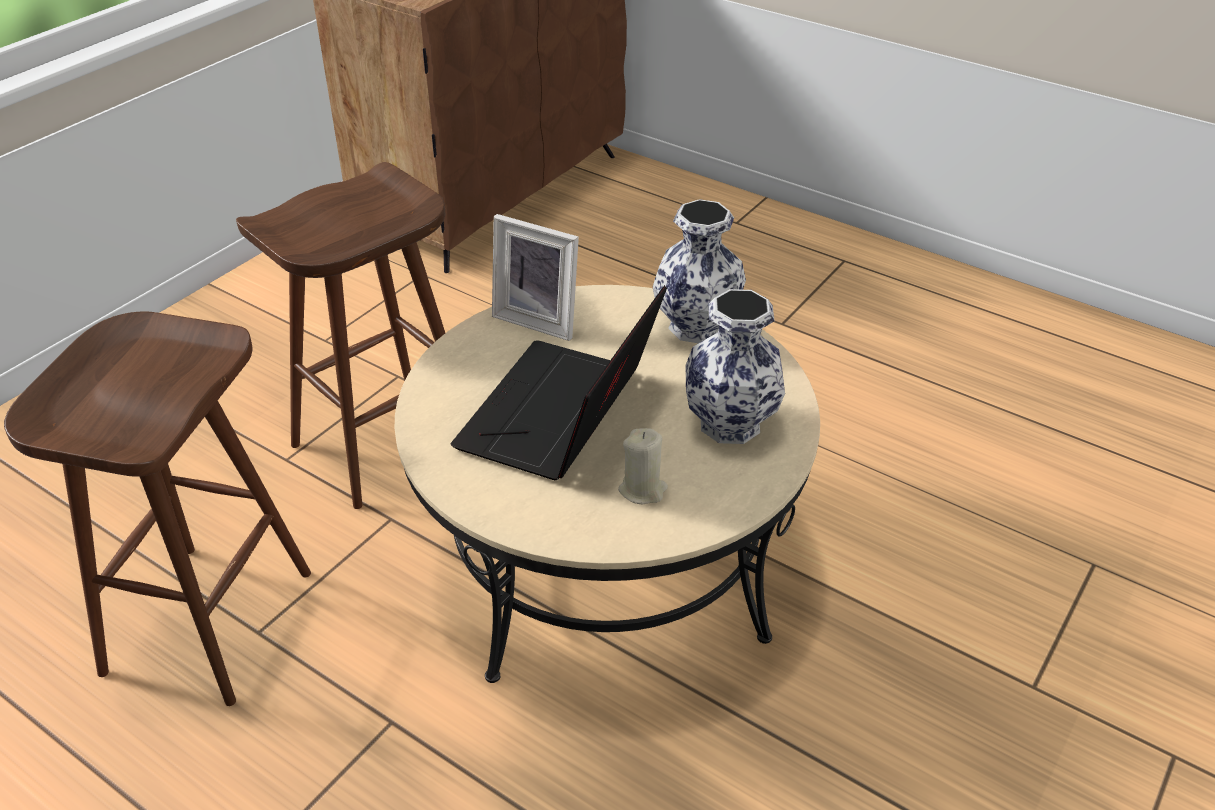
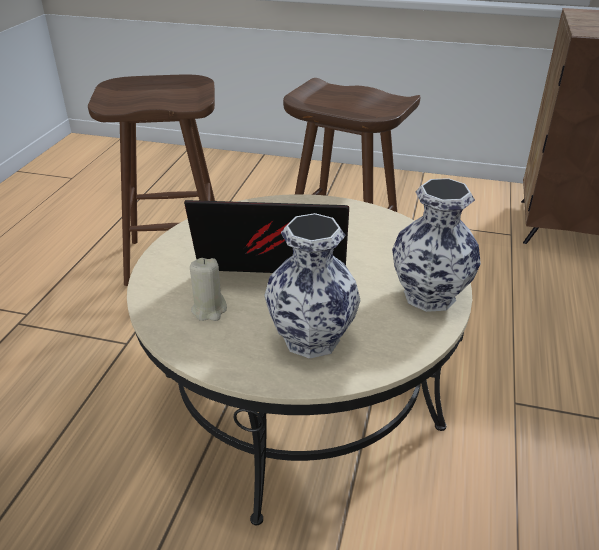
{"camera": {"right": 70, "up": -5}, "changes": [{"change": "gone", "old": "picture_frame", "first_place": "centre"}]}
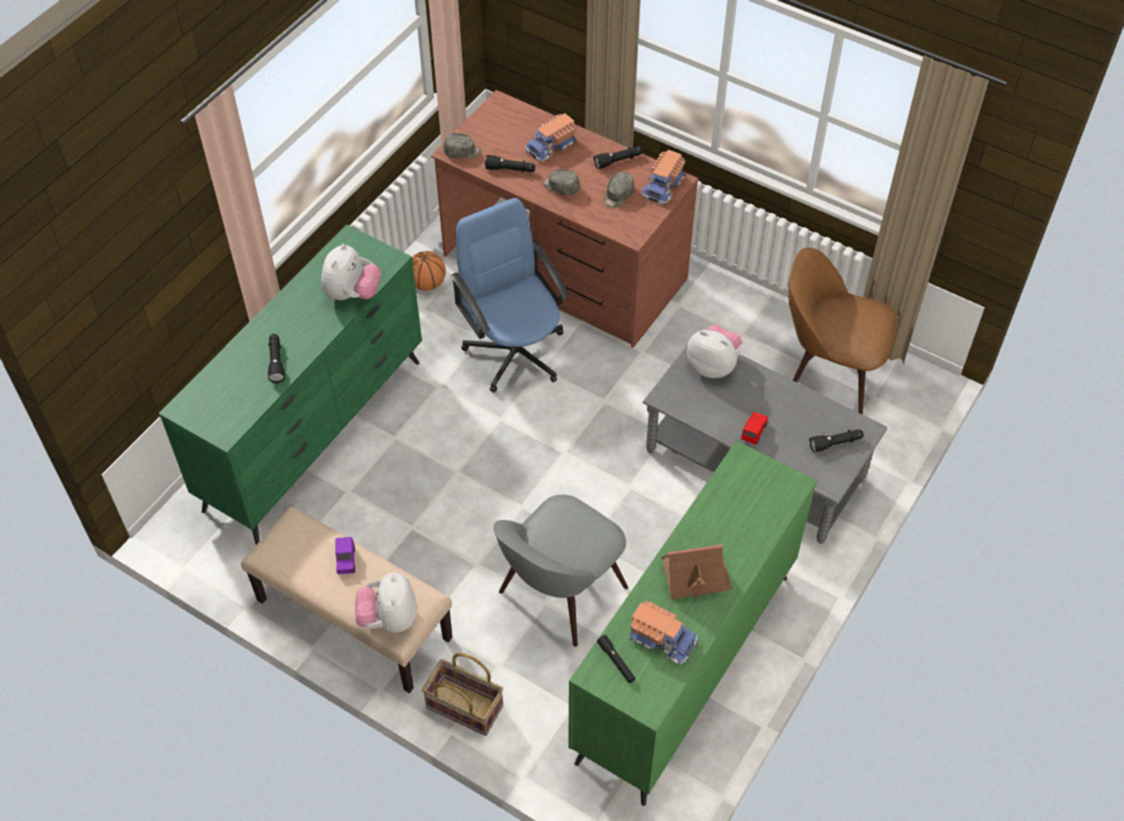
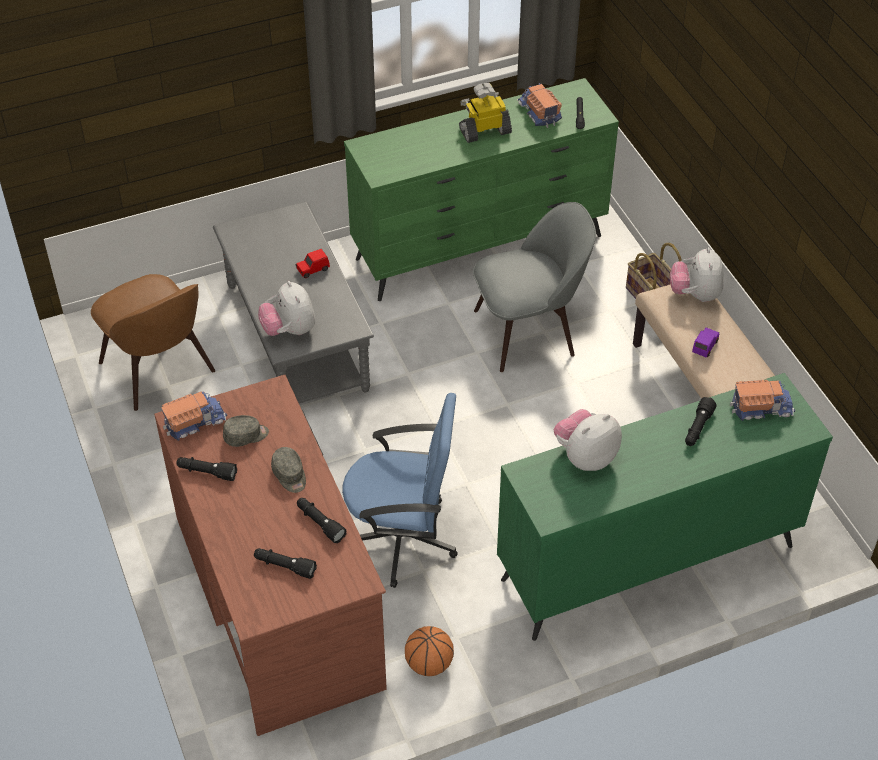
{"camera": {"right": -145, "up": -5}, "changes": [{"change": "shifted", "old": "toy_truck (no. 1 from left in the first image)", "new": "toy_truck (no. 3 from left)", "first_place": "top centre", "second_place": "middle right"}, {"change": "gone", "old": "grey_cap (no. 1 from left)", "first_place": "top centre"}, {"change": "rotated", "old": "blue_office_chair", "first_place": "centre", "second_place": "centre", "degrees": -90}, {"change": "shifted", "old": "black_flashlight (no. 5 from left in the first image)", "new": "black_flashlight (no. 2 from left)", "first_place": "middle right", "second_place": "bottom left"}, {"change": "swapped", "old": "toy_house", "new": "toy_robot", "first_place": "bottom centre", "second_place": "top centre"}, {"change": "rotated", "old": "plush_toy (no. 2 from left in the first image)", "first_place": "bottom centre", "second_place": "middle right", "degrees": 150}]}
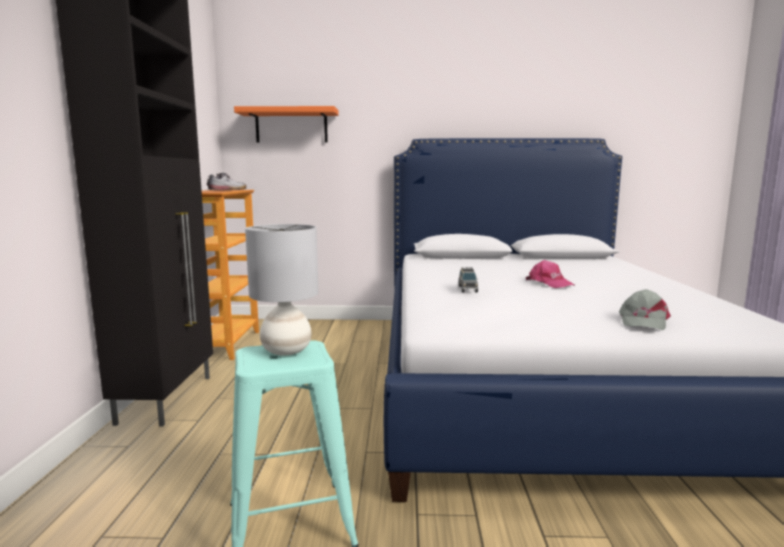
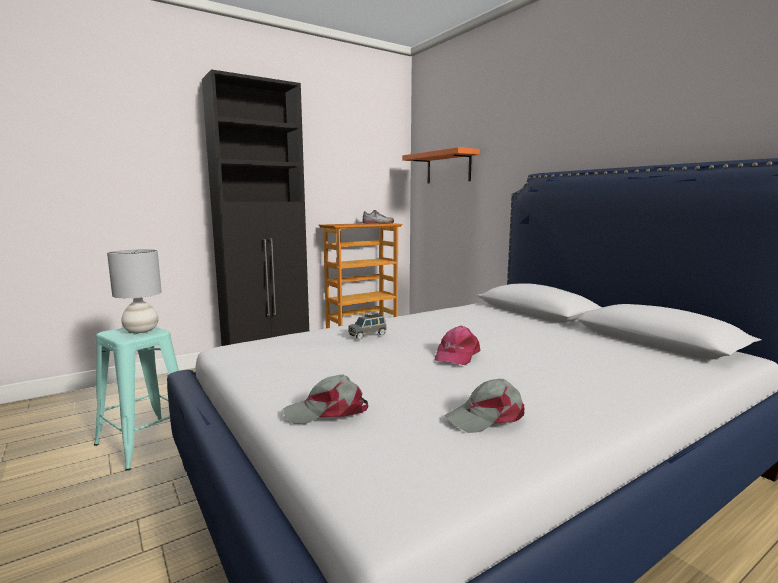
{"camera": {"right": 55, "up": 0}, "changes": [{"change": "new", "new": "grey_cap (no. 2 from left)", "second_place": "bottom centre"}]}
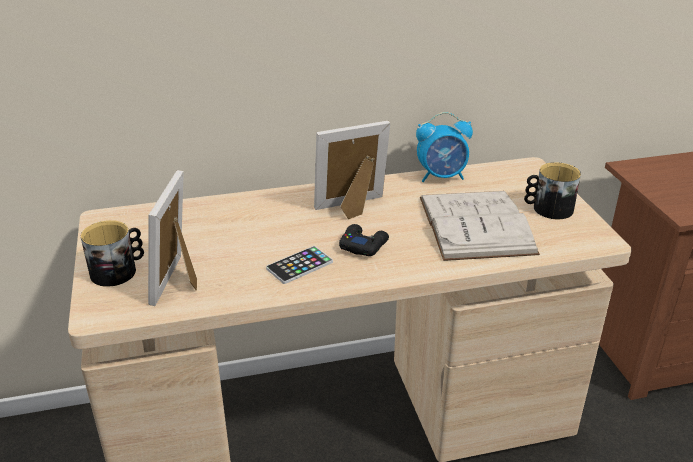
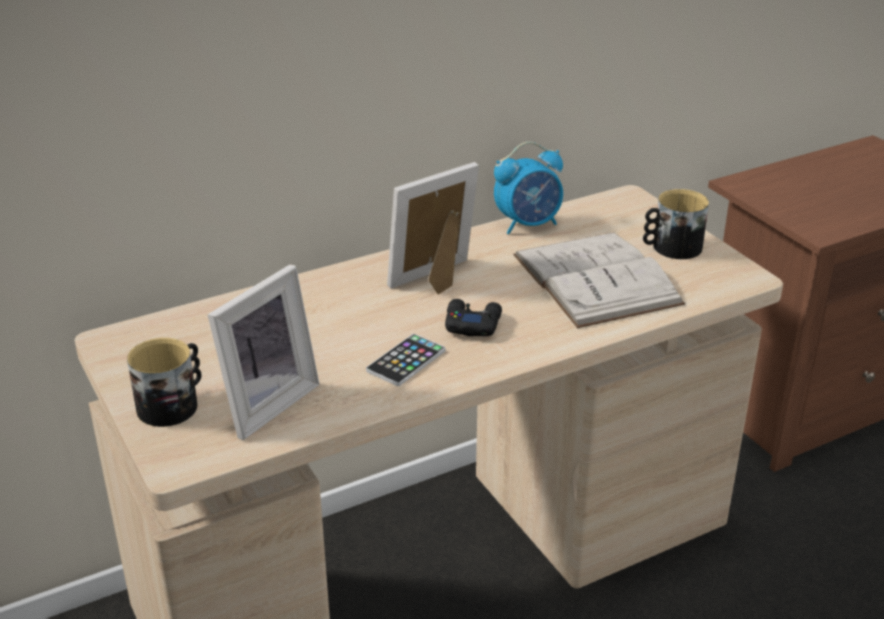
{"camera": {"right": -15, "up": 0}, "changes": [{"change": "rotated", "old": "picture_frame (no. 1 from left)", "first_place": "middle left", "second_place": "middle left", "degrees": -135}]}
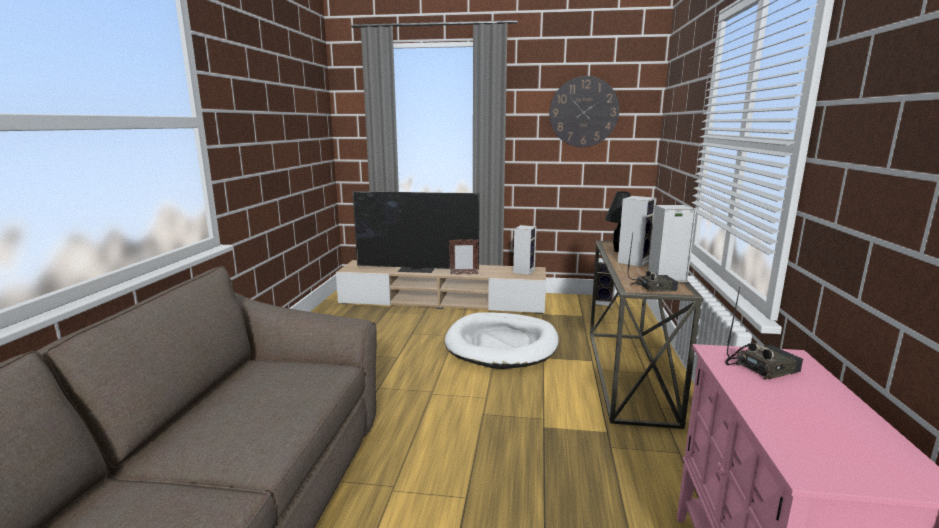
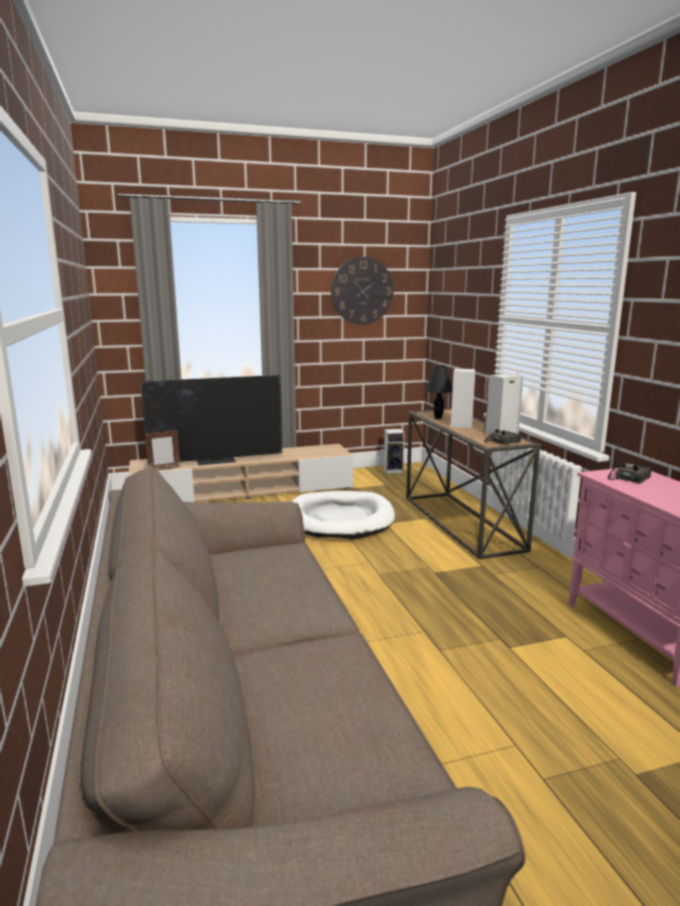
{"camera": {"right": -25, "up": 0}, "changes": [{"change": "gone", "old": "speaker (no. 1 from left)", "first_place": "centre"}, {"change": "shifted", "old": "picture_frame", "first_place": "centre", "second_place": "middle left"}]}
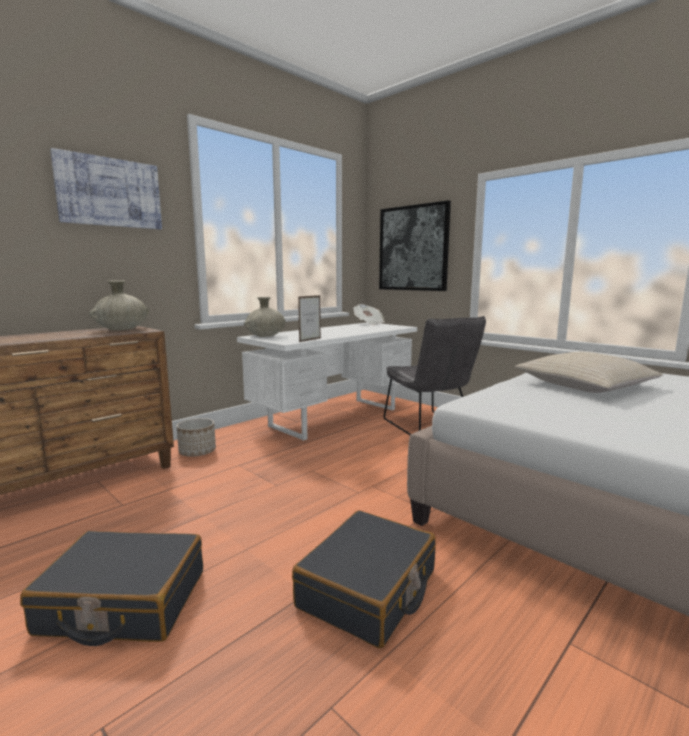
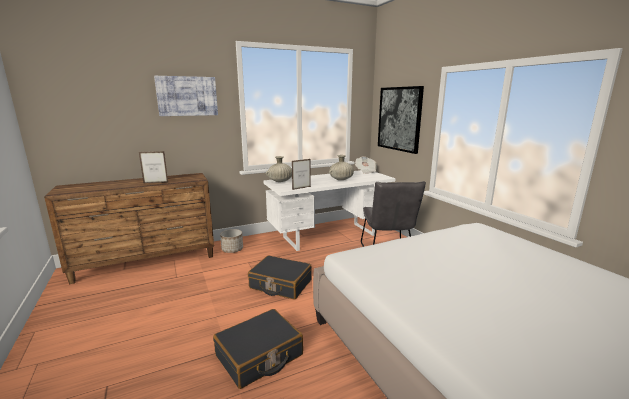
{"camera": {"right": 20, "up": 5}, "changes": [{"change": "shifted", "old": "beige_vase (no. 1 from left in the first image)", "new": "beige_vase (no. 2 from left)", "first_place": "middle left", "second_place": "centre"}, {"change": "gone", "old": "beige_pillow", "first_place": "middle right"}, {"change": "shifted", "old": "black_suitcase (no. 1 from left in the first image)", "new": "black_suitcase (no. 2 from left)", "first_place": "bottom left", "second_place": "bottom centre"}, {"change": "new", "new": "picture_frame (no. 1 from left)", "second_place": "middle left"}]}
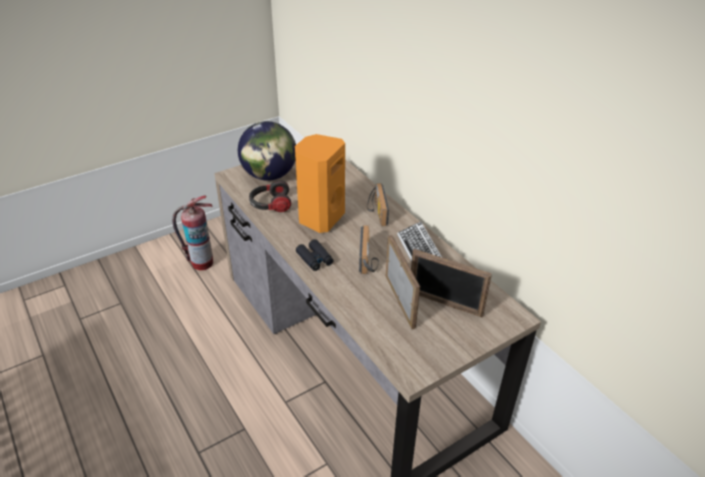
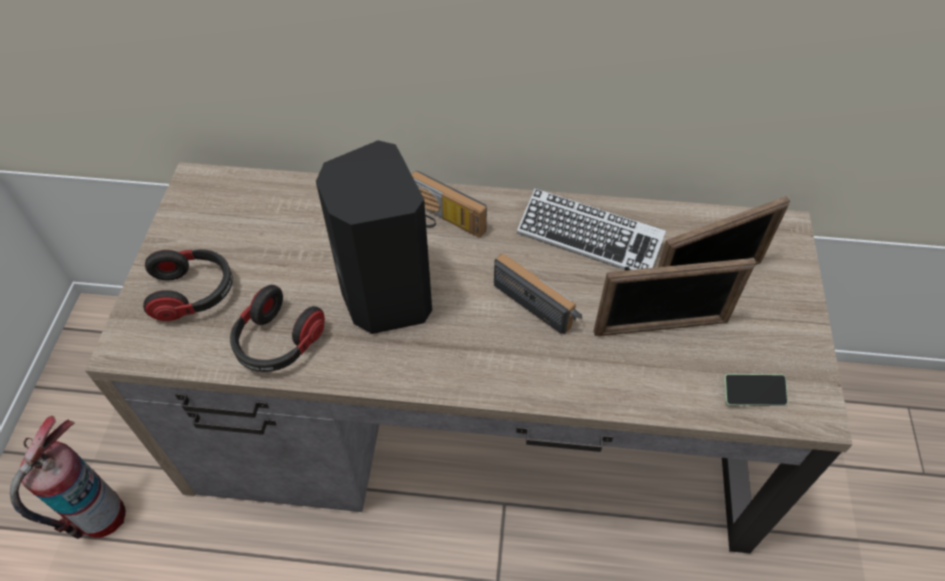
{"camera": {"right": -50, "up": 15}, "changes": [{"change": "swapped", "old": "globe", "new": "headphones (no. 1 from left)", "first_place": "top centre", "second_place": "middle left"}, {"change": "repainted", "old": "orange_speaker", "new": "black_speaker", "first_place": "centre", "second_place": "centre"}, {"change": "rotated", "old": "picture_frame (no. 1 from left)", "first_place": "centre", "second_place": "middle right", "degrees": 150}, {"change": "gone", "old": "black_binoculars", "first_place": "centre"}, {"change": "new", "new": "phone", "second_place": "bottom right"}]}
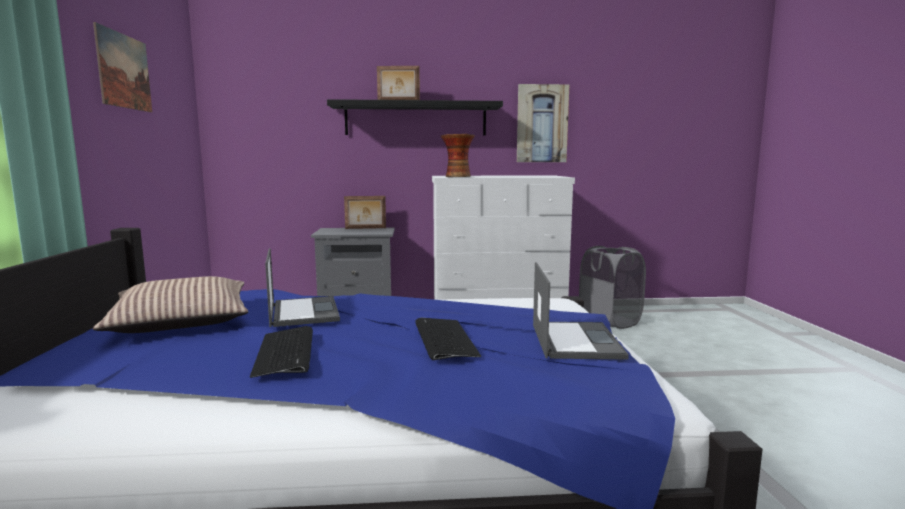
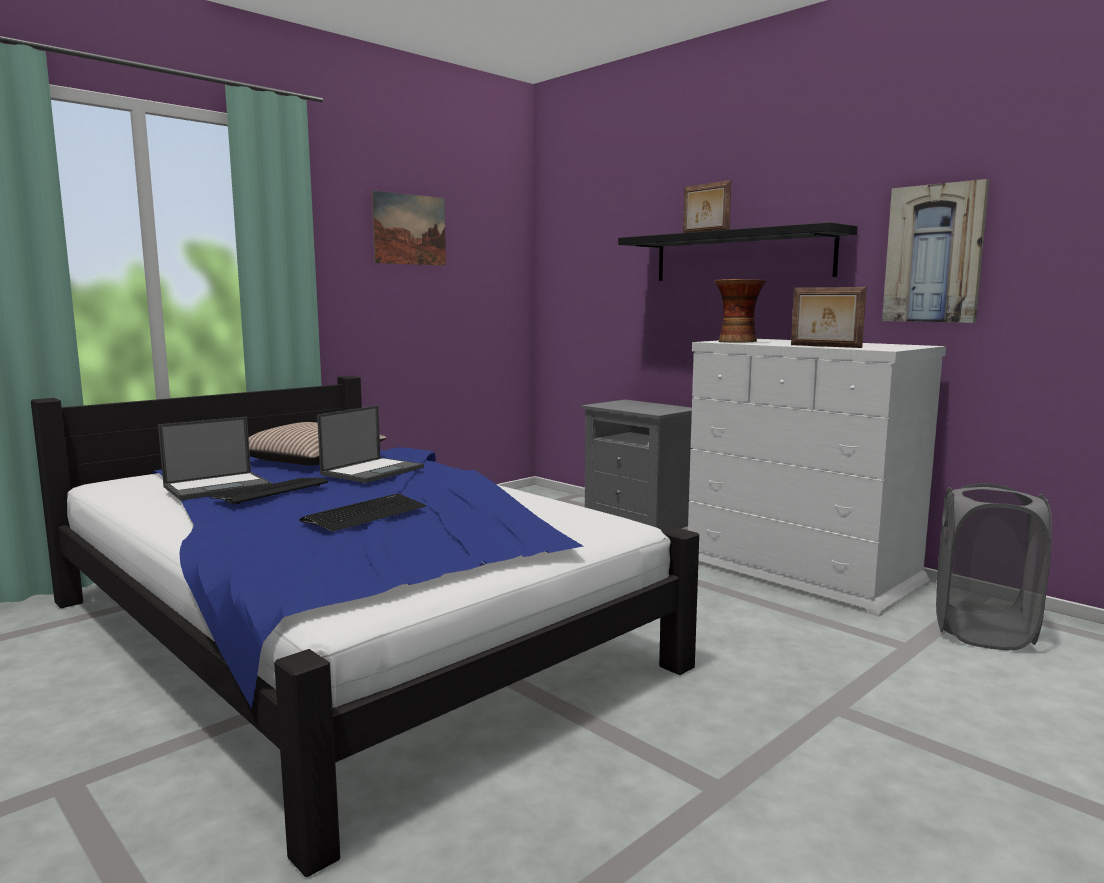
{"camera": {"right": 50, "up": 0}, "changes": [{"change": "shifted", "old": "picture_frame (no. 1 from left in the first image)", "new": "picture_frame (no. 2 from left)", "first_place": "centre", "second_place": "middle right"}, {"change": "shifted", "old": "laptop (no. 2 from left in the first image)", "new": "laptop (no. 1 from left)", "first_place": "centre", "second_place": "middle left"}]}
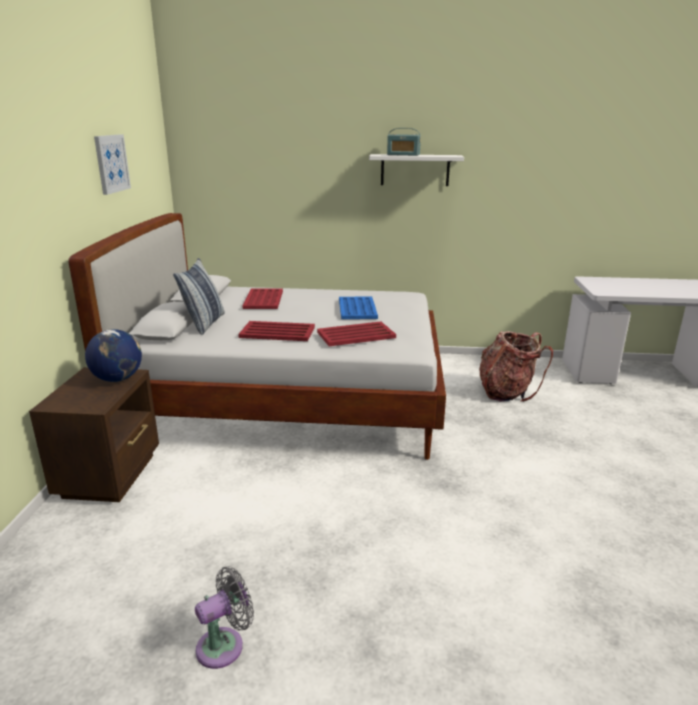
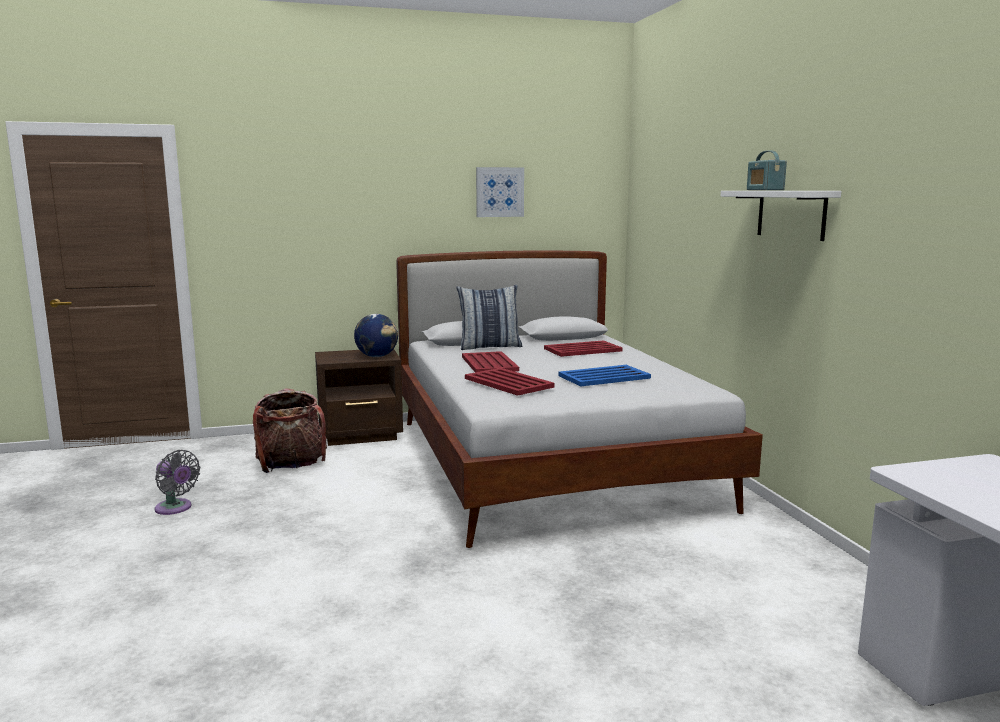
{"camera": {"right": 70, "up": -10}, "changes": [{"change": "shifted", "old": "backpack", "first_place": "middle right", "second_place": "middle left"}]}
